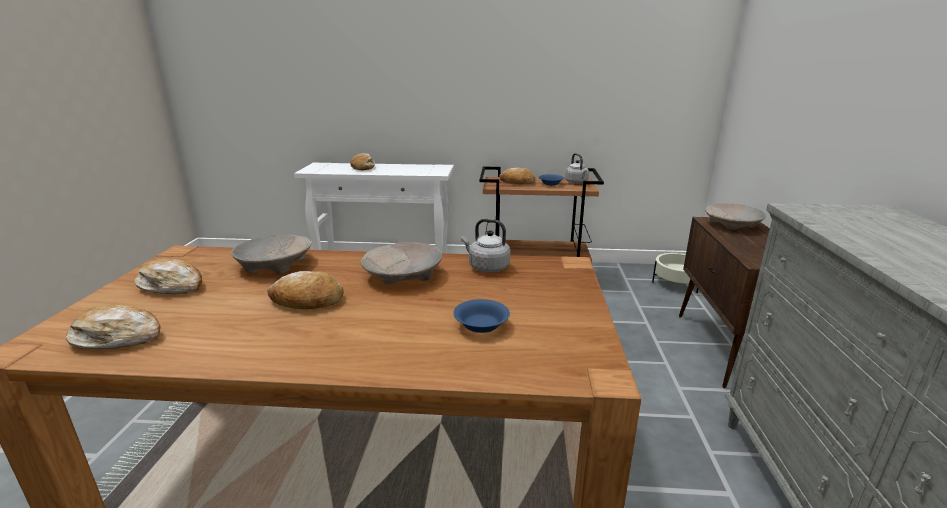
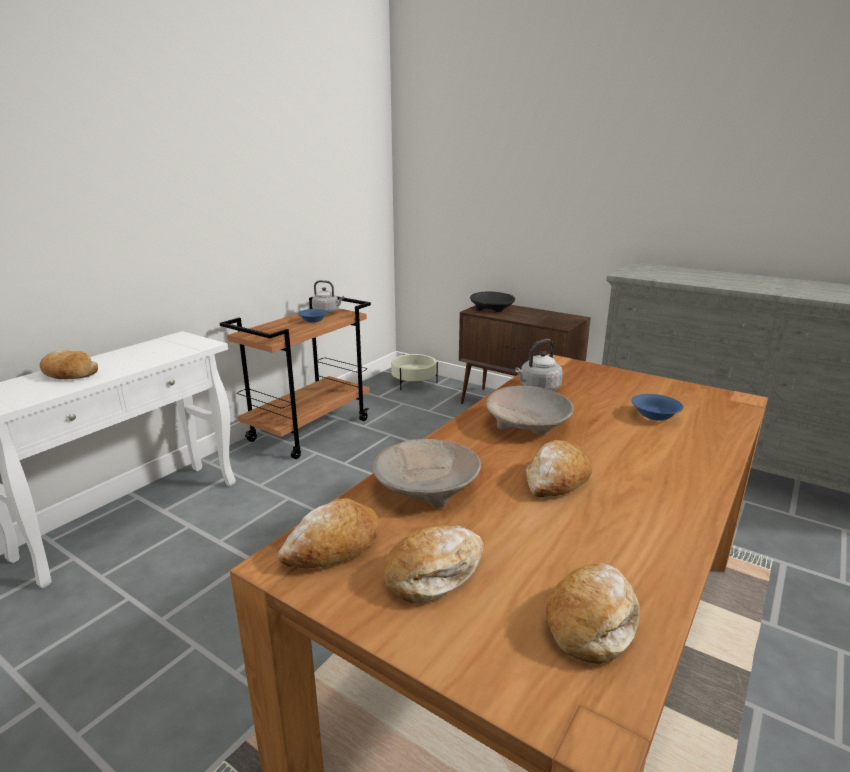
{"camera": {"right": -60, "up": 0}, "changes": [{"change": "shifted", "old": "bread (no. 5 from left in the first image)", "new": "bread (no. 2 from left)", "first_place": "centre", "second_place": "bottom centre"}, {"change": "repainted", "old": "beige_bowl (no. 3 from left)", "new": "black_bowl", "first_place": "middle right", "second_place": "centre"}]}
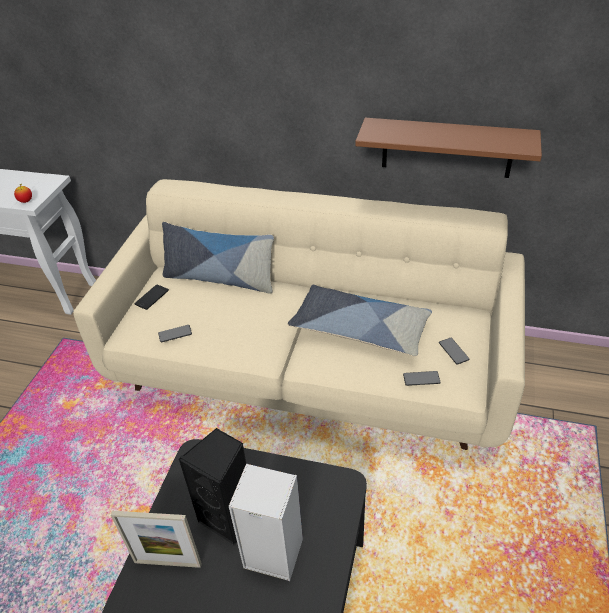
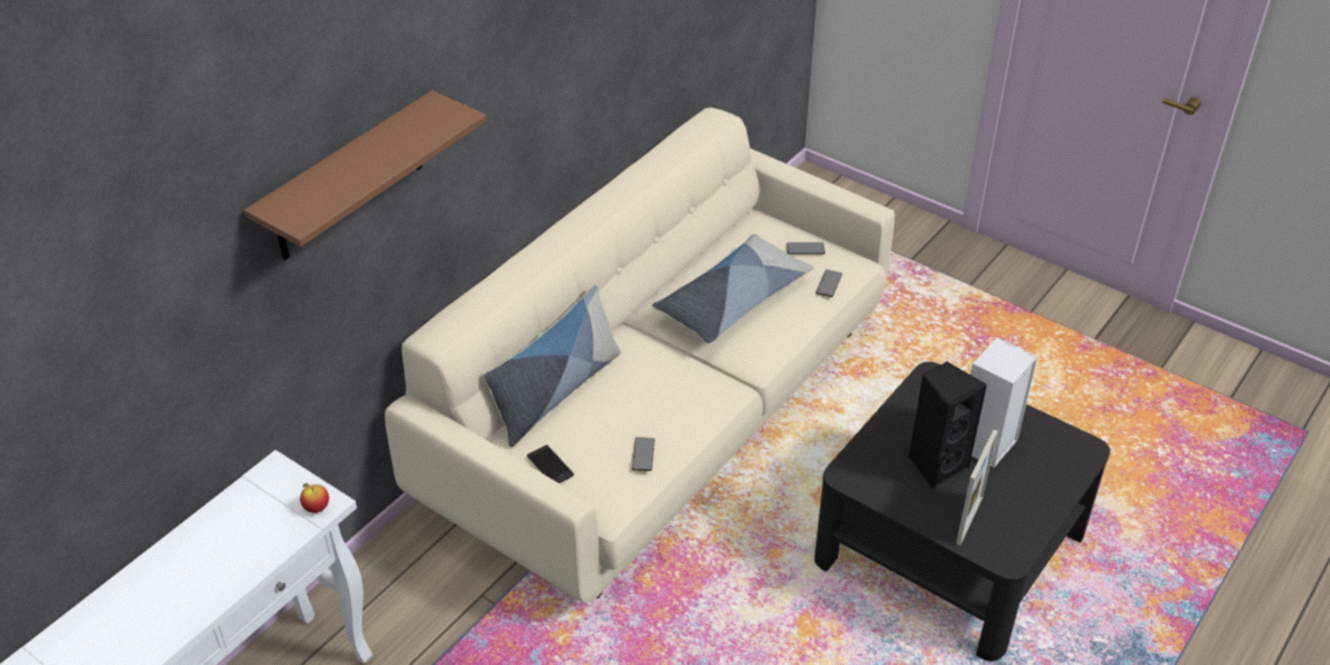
{"camera": {"right": -70, "up": 0}, "changes": [{"change": "shifted", "old": "brown_shelf", "first_place": "top right", "second_place": "top left"}]}
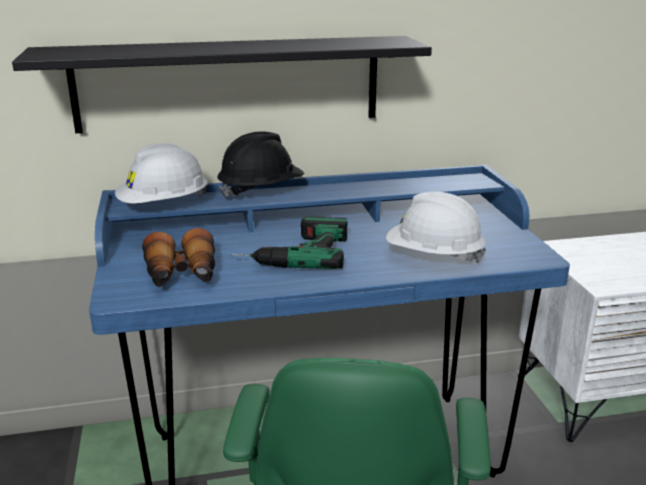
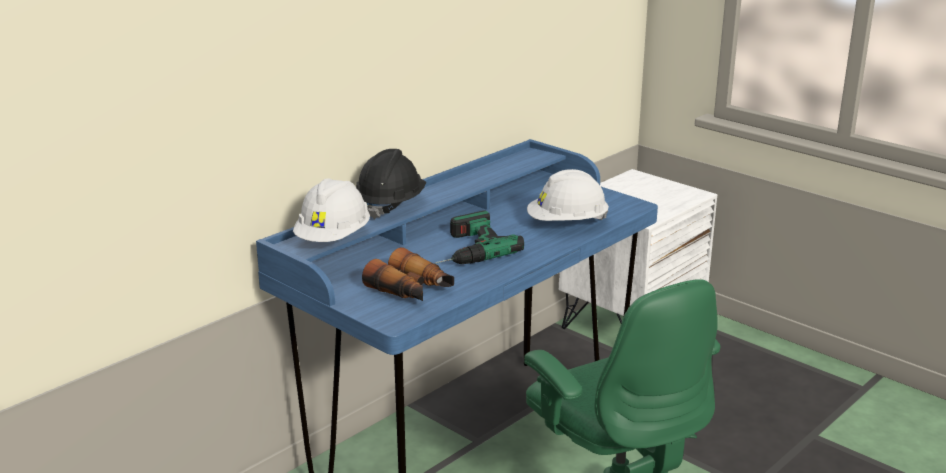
{"camera": {"right": -35, "up": 0}, "changes": [{"change": "gone", "old": "black_shelf", "first_place": "top centre"}]}
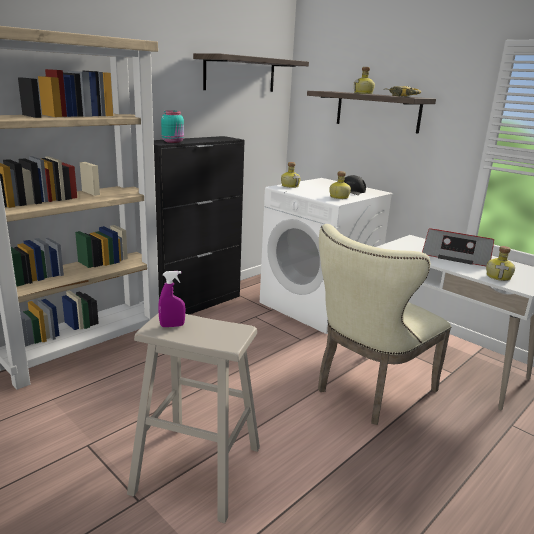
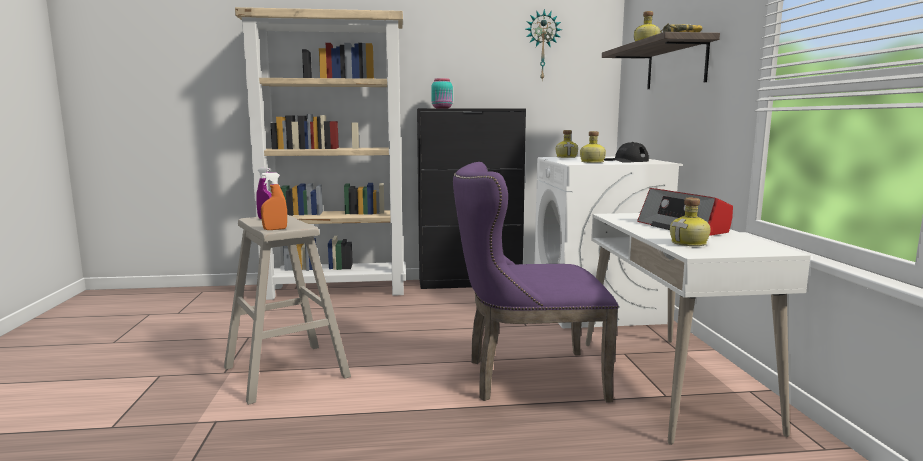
{"camera": {"right": 40, "up": -10}, "changes": [{"change": "swapped", "old": "shelf (no. 1 from left)", "new": "wall_clock", "first_place": "top centre", "second_place": "top centre"}, {"change": "repainted", "old": "beige_chair", "new": "purple_chair", "first_place": "middle right", "second_place": "centre"}, {"change": "new", "new": "orange_spray_bottle", "second_place": "middle left"}]}
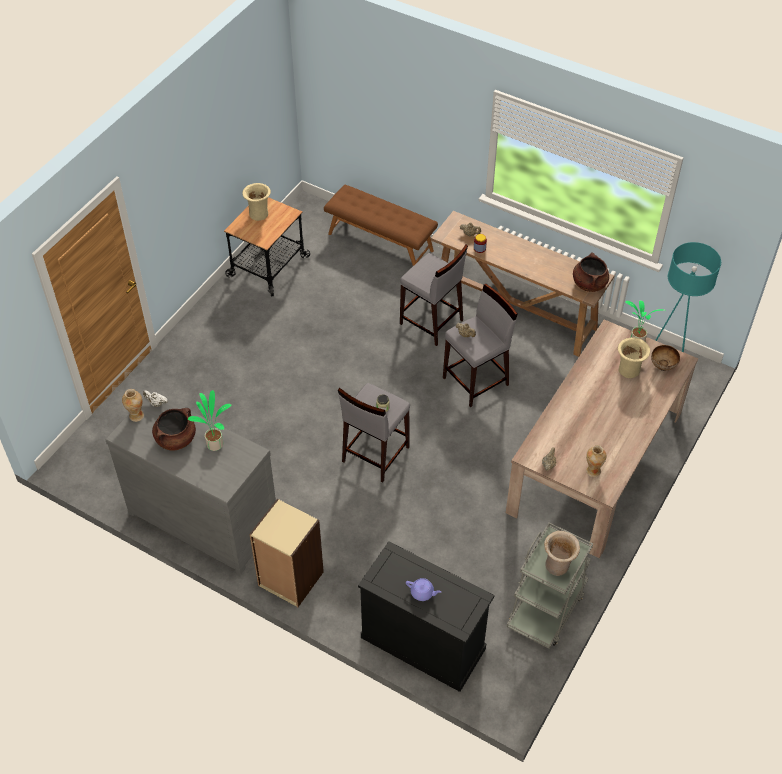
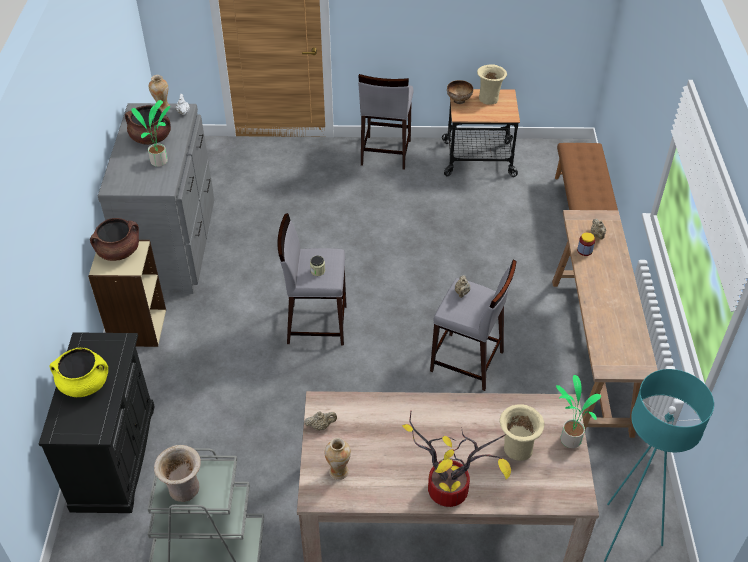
{"camera": {"right": 60, "up": -5}, "changes": [{"change": "shifted", "old": "grey_stool (no. 2 from left)", "first_place": "centre", "second_place": "top centre"}, {"change": "shifted", "old": "brown_cooking_pot (no. 2 from left in the first image)", "new": "brown_cooking_pot (no. 1 from left)", "first_place": "middle right", "second_place": "middle left"}, {"change": "shifted", "old": "bowl", "first_place": "middle right", "second_place": "top centre"}, {"change": "swapped", "old": "purple_teapot", "new": "yellow_cooking_pot", "first_place": "bottom centre", "second_place": "middle left"}, {"change": "new", "new": "potted_plant (no. 2 from left)", "second_place": "bottom centre"}]}
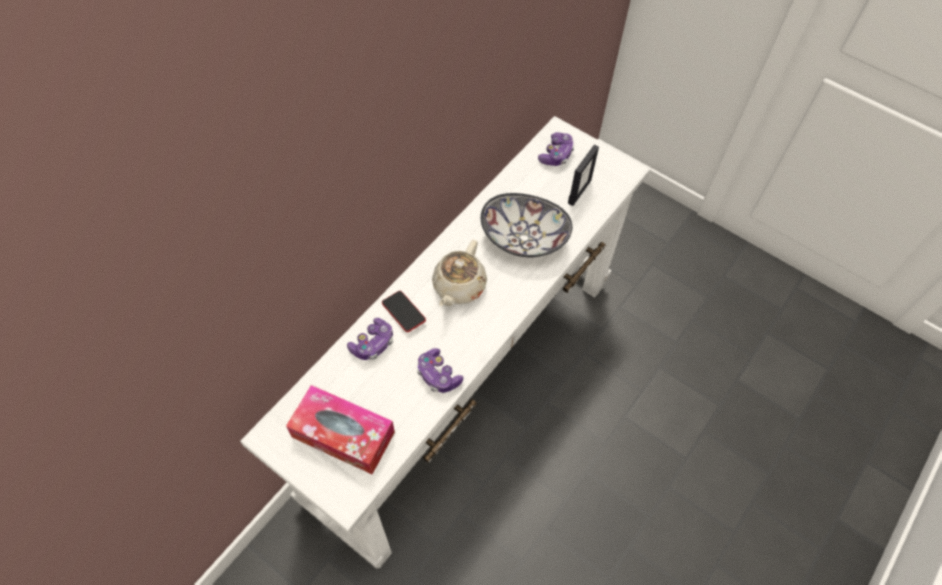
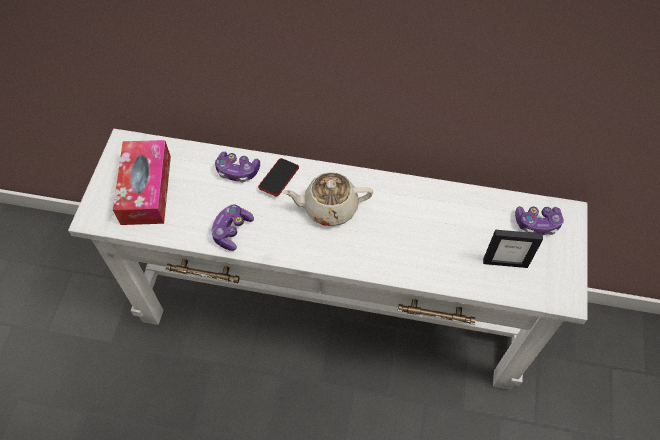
{"camera": {"right": 65, "up": 0}, "changes": [{"change": "gone", "old": "bowl", "first_place": "centre"}]}
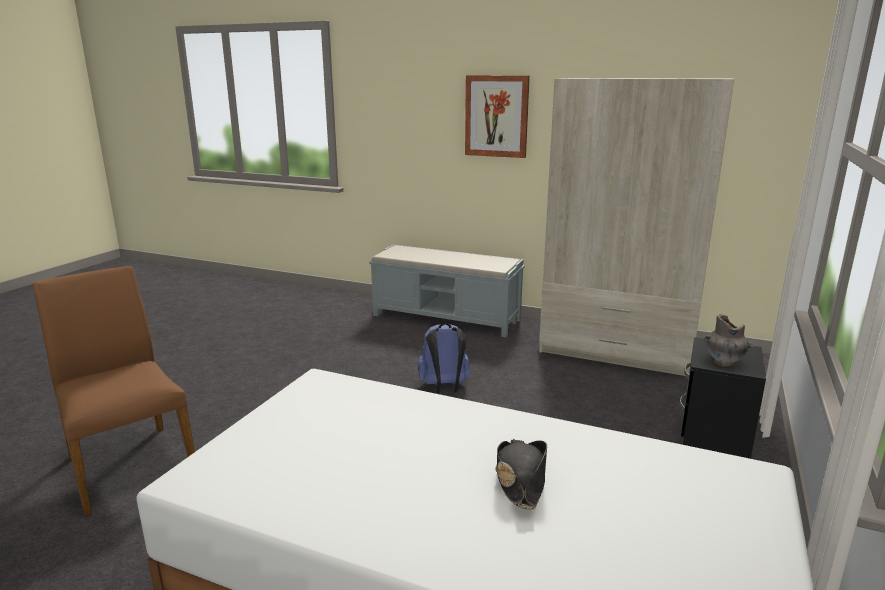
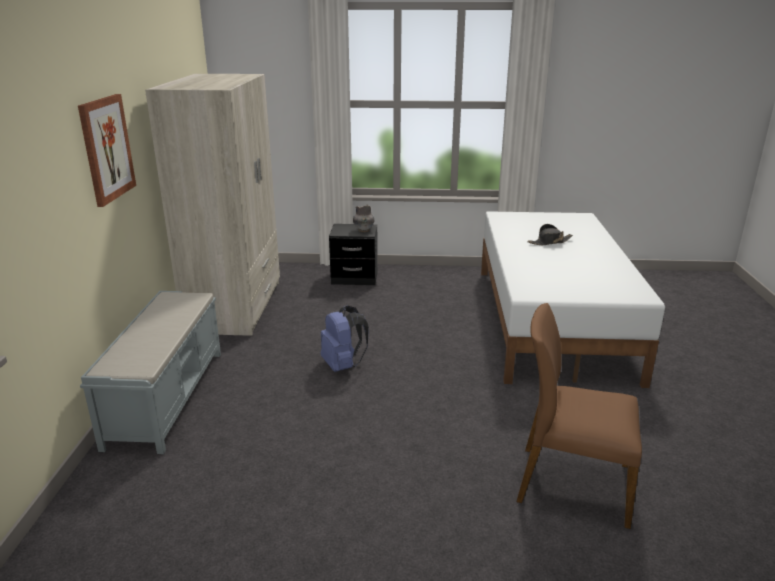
{"camera": {"right": -110, "up": 5}, "changes": [{"change": "rotated", "old": "brown_chair", "first_place": "middle left", "second_place": "bottom right", "degrees": 75}]}
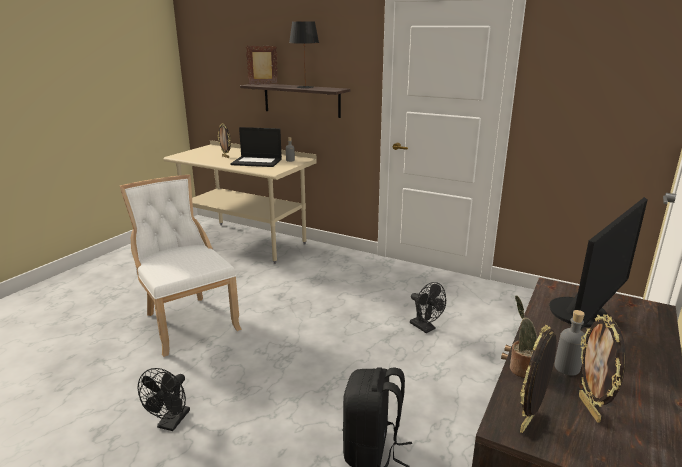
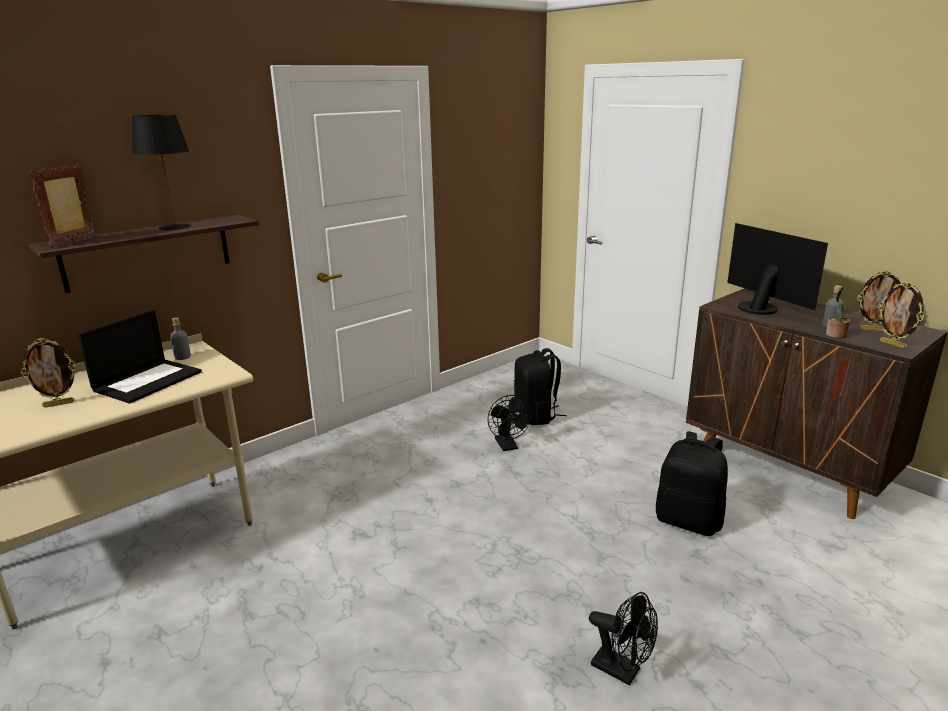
{"camera": {"right": -70, "up": 0}, "changes": [{"change": "gone", "old": "white_chair", "first_place": "middle left"}, {"change": "rotated", "old": "black_fan (no. 2 from left in the first image)", "first_place": "centre", "second_place": "centre", "degrees": 90}, {"change": "new", "new": "black_backpack (no. 1 from left)", "second_place": "centre"}]}
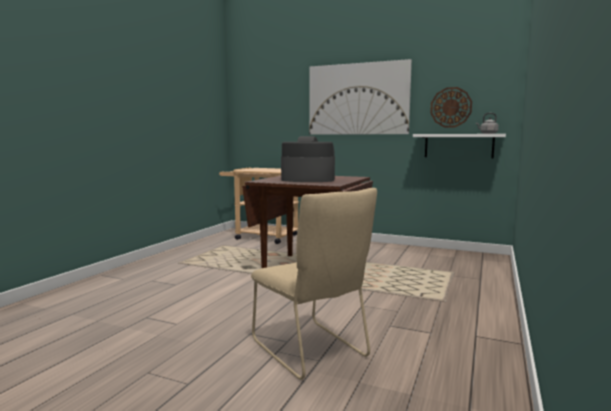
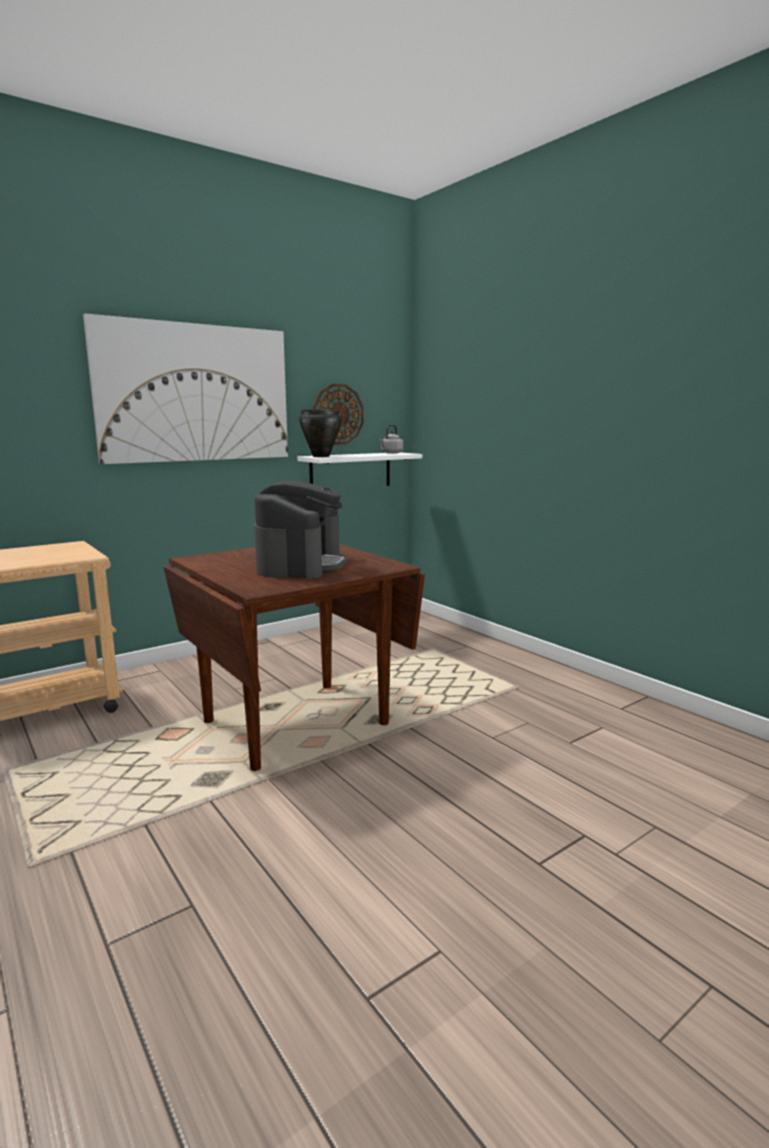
{"camera": {"right": -60, "up": 5}, "changes": [{"change": "rotated", "old": "coffee_machine", "first_place": "centre", "second_place": "centre", "degrees": 150}, {"change": "gone", "old": "beige_chair", "first_place": "bottom centre"}, {"change": "new", "new": "black_cooking_pot", "second_place": "centre"}]}
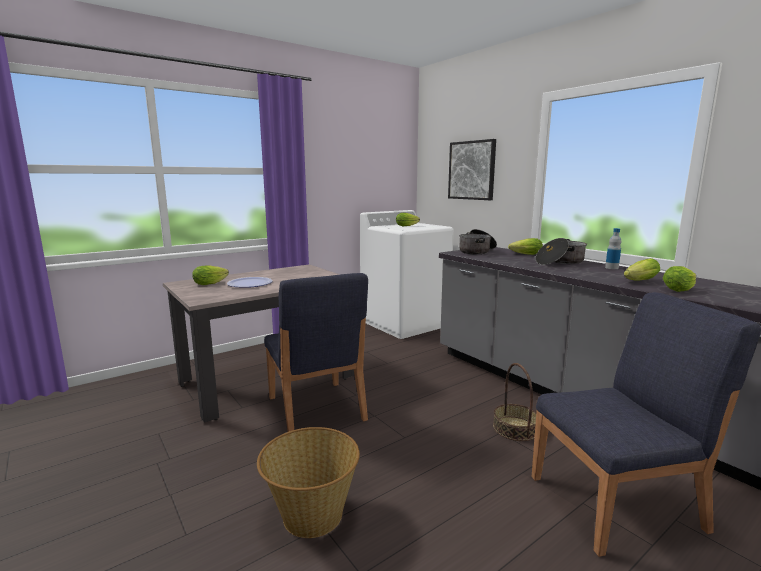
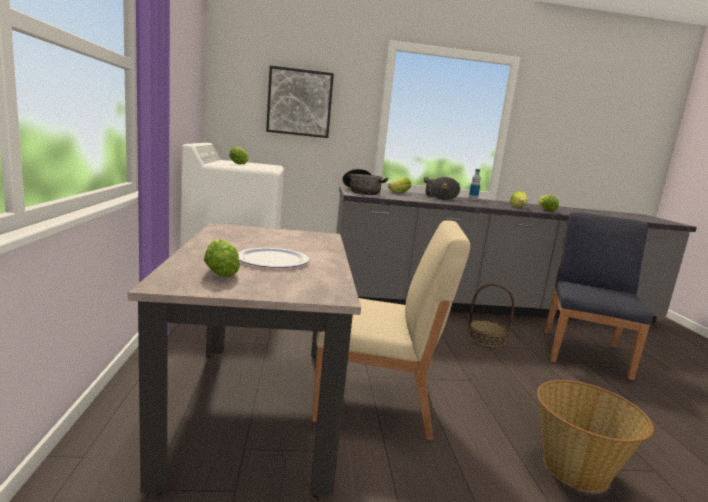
{"camera": {"right": -60, "up": 0}, "changes": [{"change": "repainted", "old": "blue_chair (no. 1 from left)", "new": "beige_chair", "first_place": "centre", "second_place": "centre"}]}
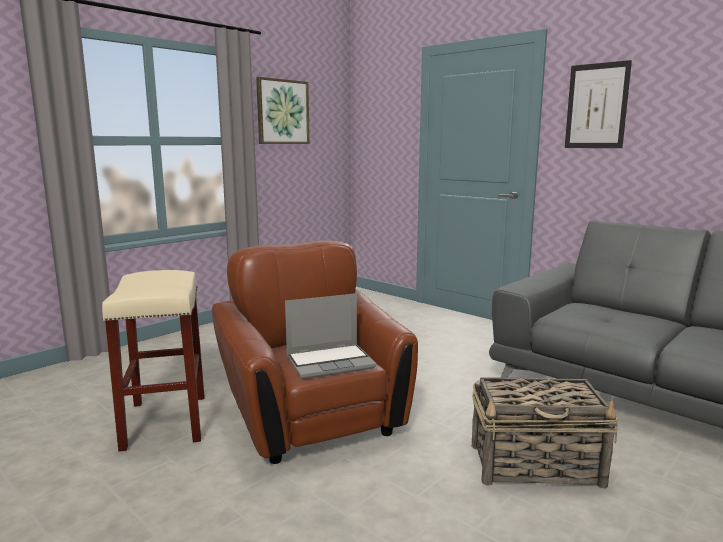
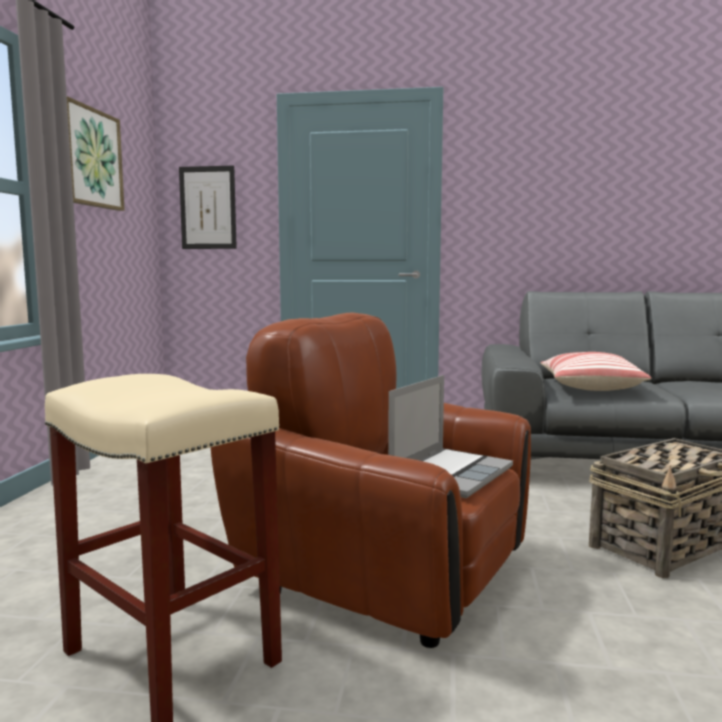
{"camera": {"right": -35, "up": -5}, "changes": [{"change": "shifted", "old": "picture (no. 2 from left)", "first_place": "top right", "second_place": "top left"}, {"change": "new", "new": "pillow", "second_place": "middle right"}]}
